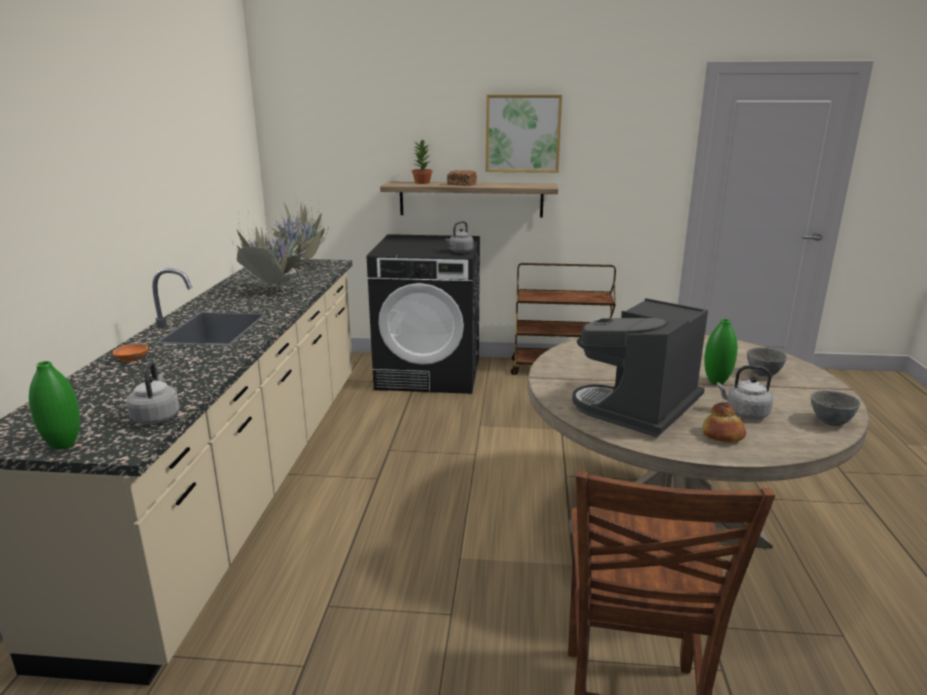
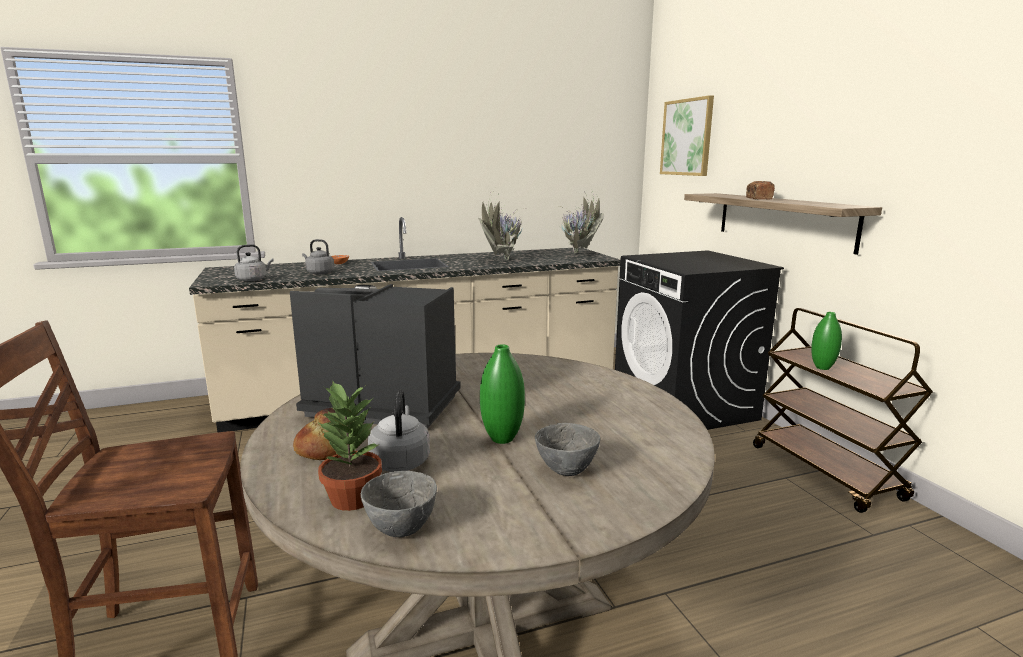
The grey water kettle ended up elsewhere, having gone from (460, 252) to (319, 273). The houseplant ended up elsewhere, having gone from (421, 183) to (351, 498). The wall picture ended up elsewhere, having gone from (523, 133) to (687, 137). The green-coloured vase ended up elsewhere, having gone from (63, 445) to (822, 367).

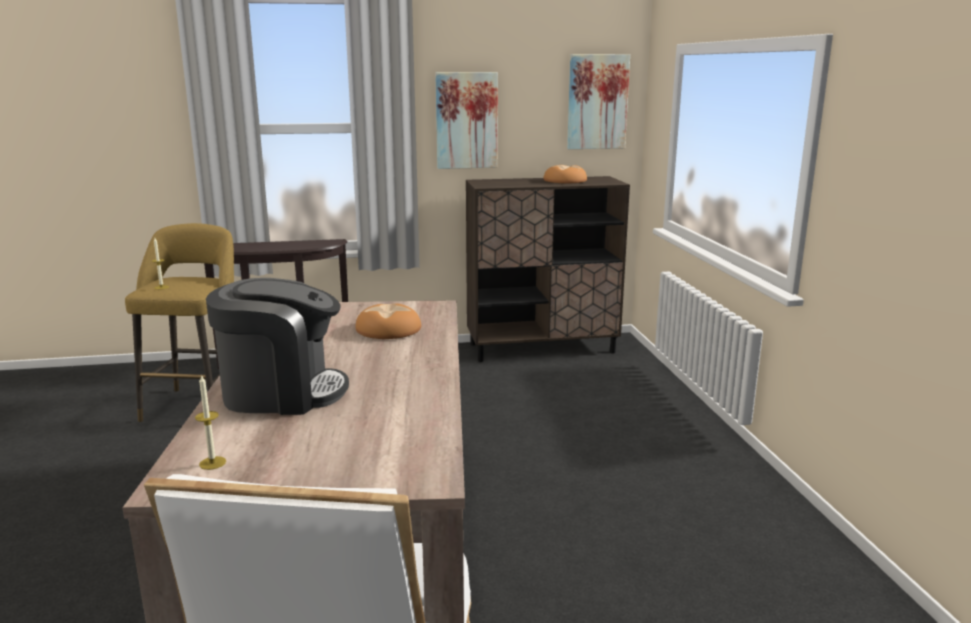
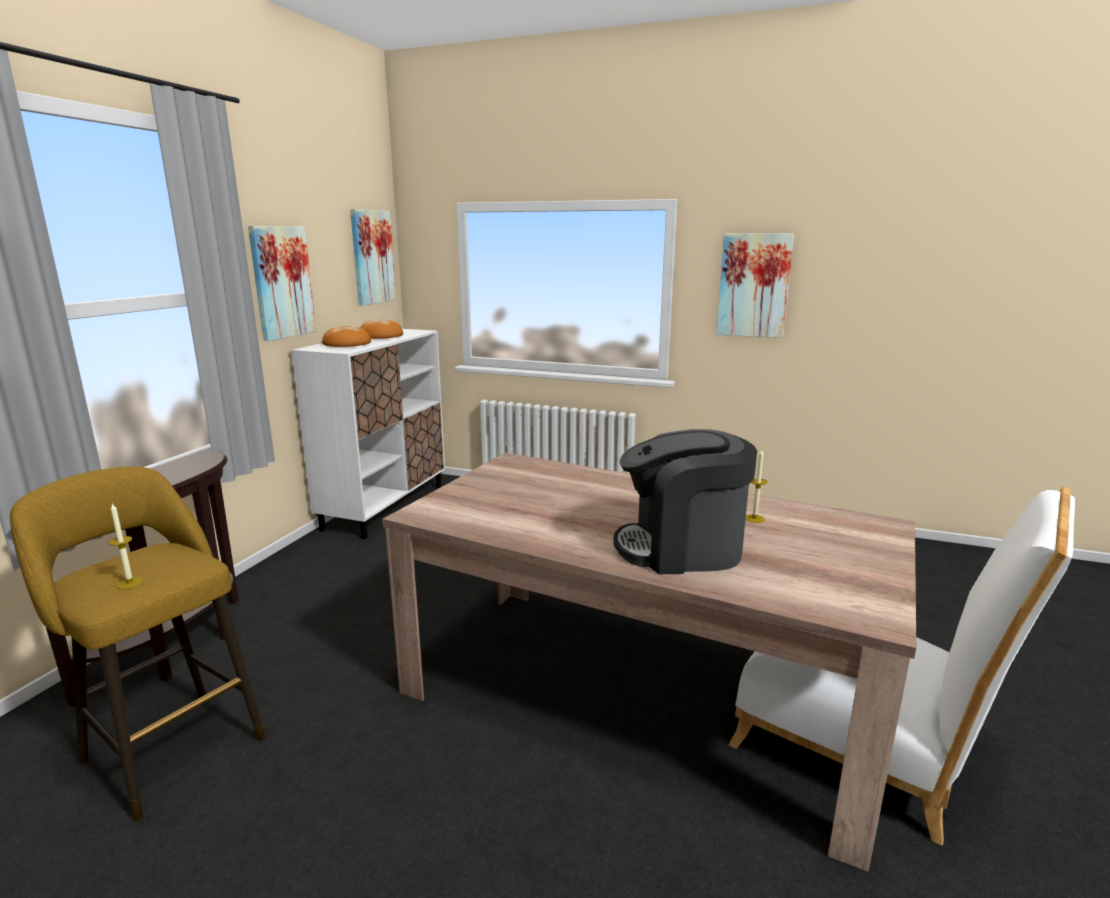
What was the brown cabinet at (542, 348) turned into the white-coloured cabinet at (385, 506). The bakery bread ended up elsewhere, having gone from (389, 329) to (347, 343). The coffee maker at (282, 392) ended up facing another way, 120 degrees counterclockwise from before. The second view gained the wall picture at (754, 285). The candle ended up elsewhere, having gone from (212, 463) to (754, 518).

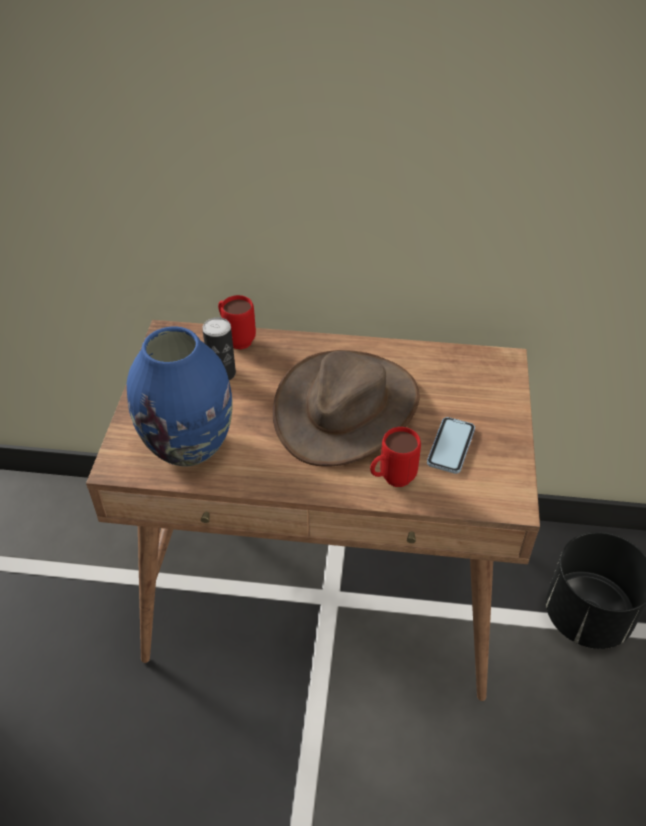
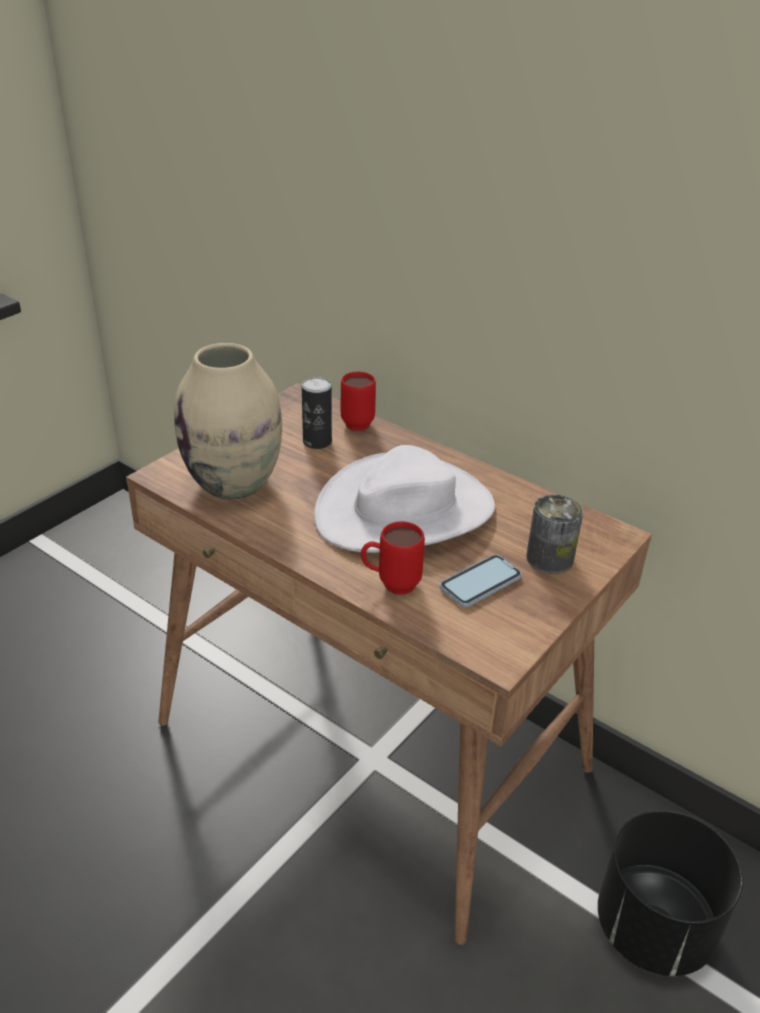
What was the blue vase at (189, 445) turned into the beige-coloured vase at (234, 483). What was the brown hat at (345, 408) turned into the white-coloured hat at (404, 510). The second view gained the metal can at (549, 558).

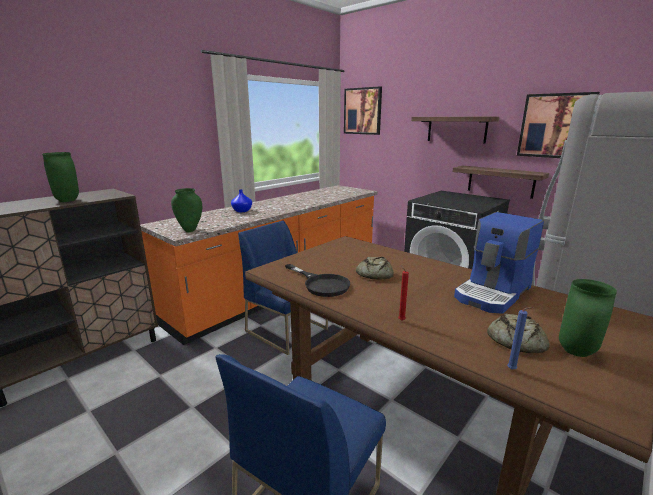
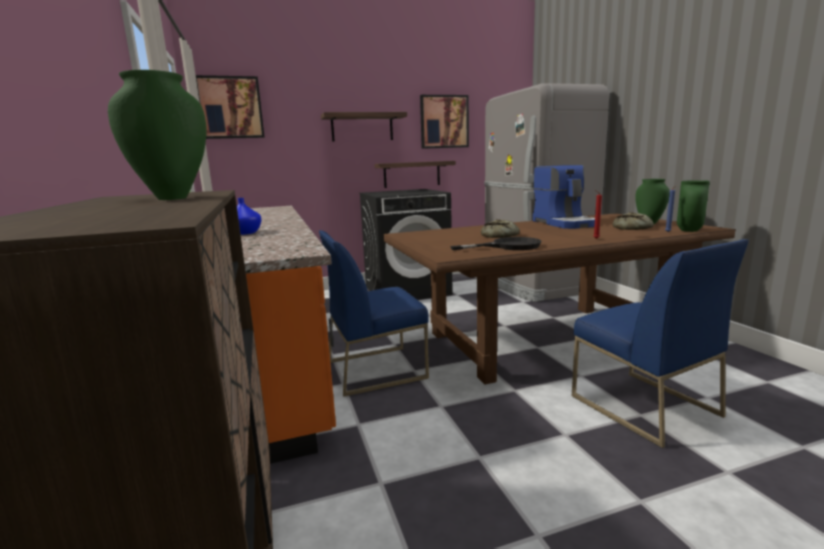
The green-coloured vase ended up elsewhere, having gone from (189, 230) to (690, 230).

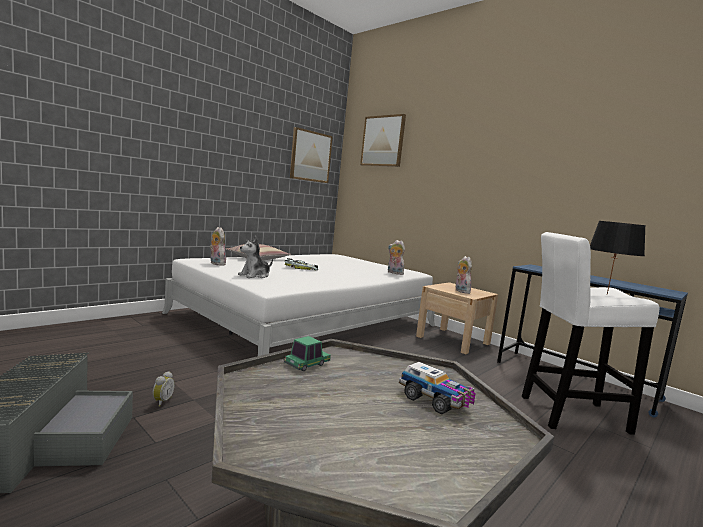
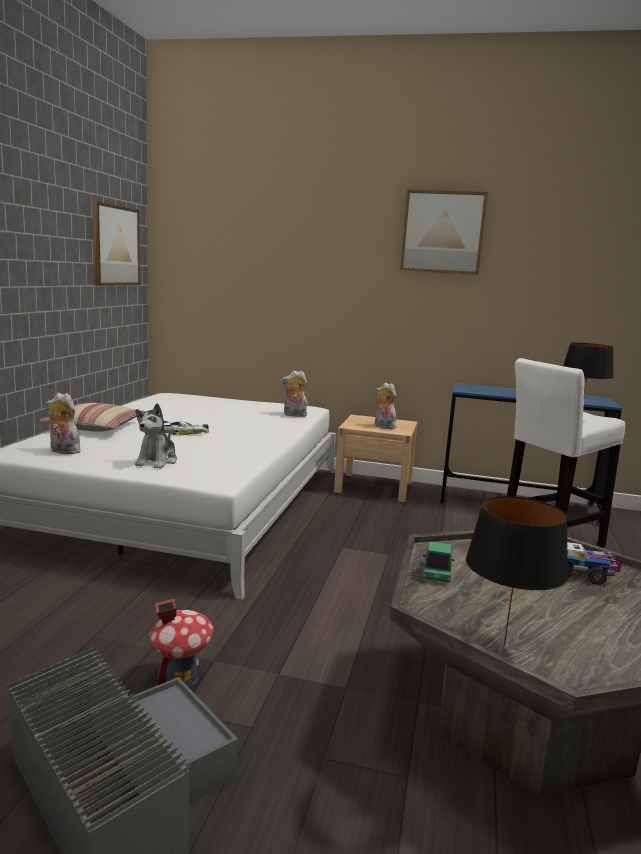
Where the table clock stood at (162, 401), the miniature house came to stand at (181, 678). The wall picture ended up elsewhere, having gone from (383, 141) to (443, 232). The second view gained the blackish lamp for a table at (504, 644).

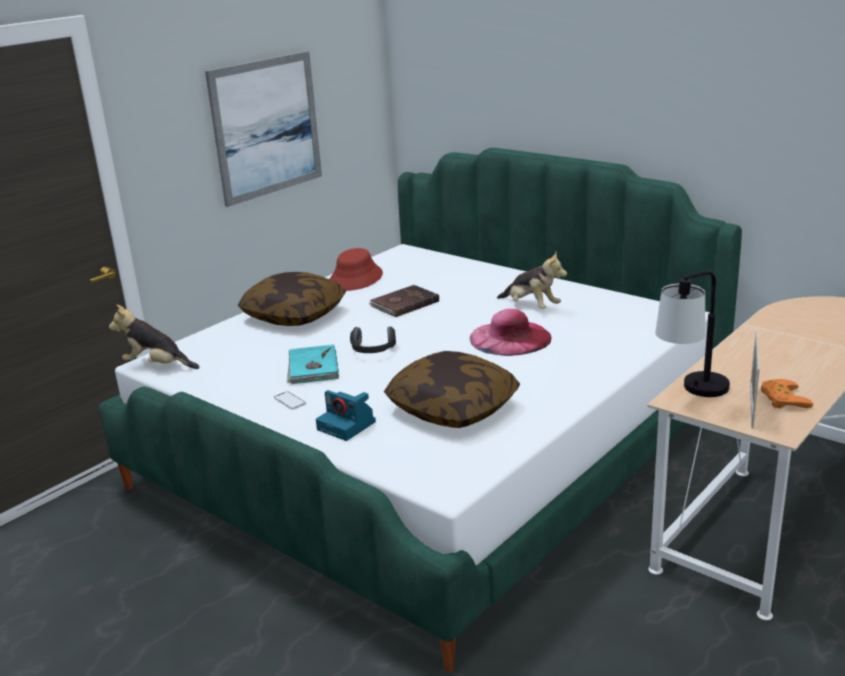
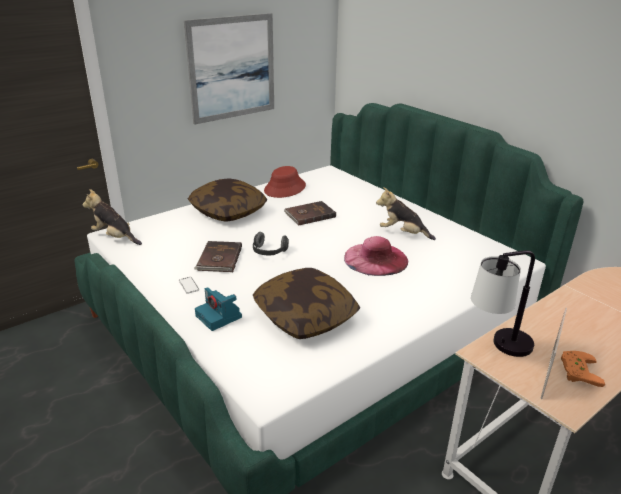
What was the turquoise-coloured book at (312, 368) turned into the brown book at (219, 259). The plush toy at (531, 307) ended up facing another way, 150 degrees clockwise from before.

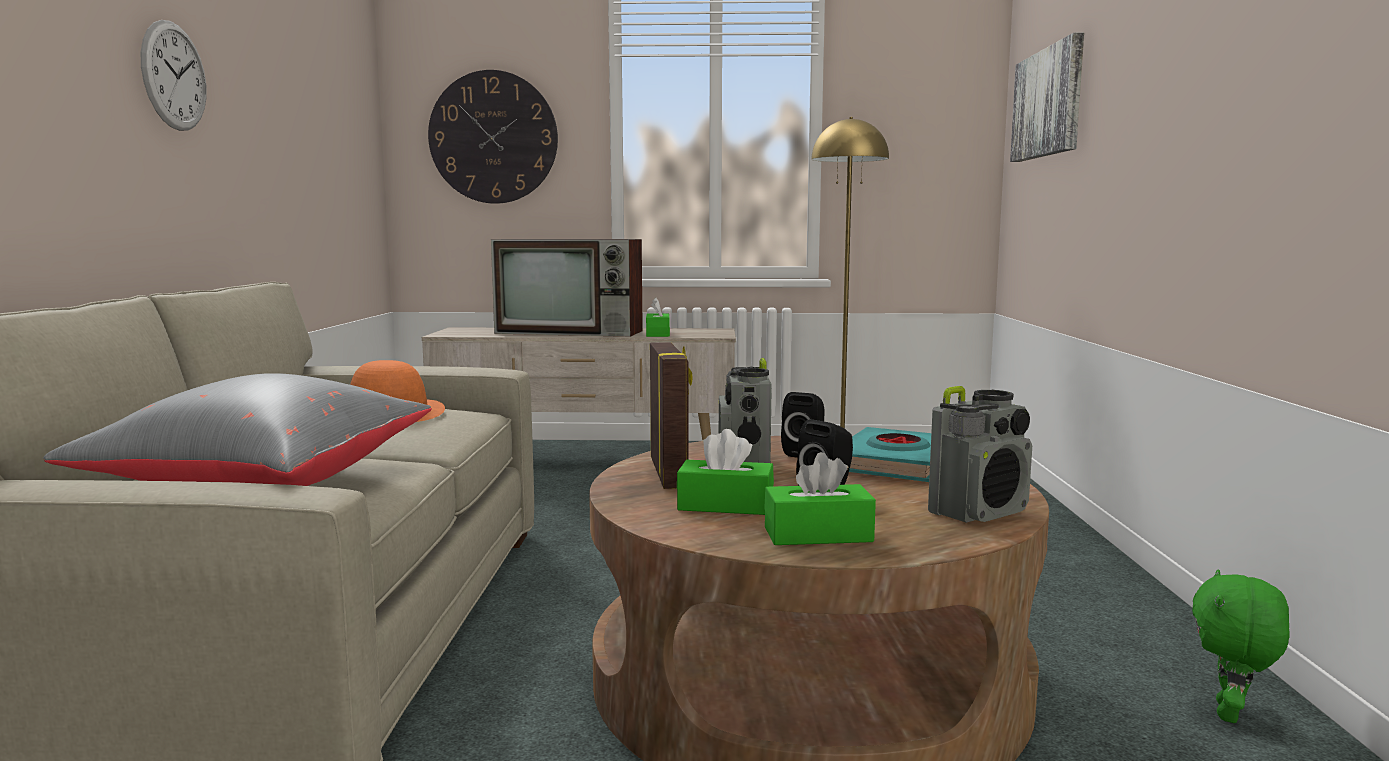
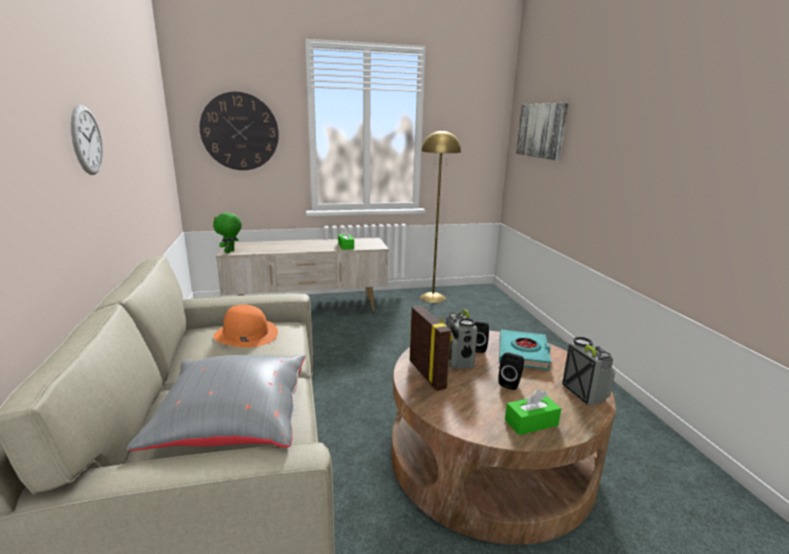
The green-coloured plush toy ended up elsewhere, having gone from (1231, 714) to (230, 251). The radio set at (979, 512) ended up facing another way, 60 degrees counterclockwise from before. The second view lost the TV at (572, 332). The second view lost the green-coloured tissue holder at (725, 505).

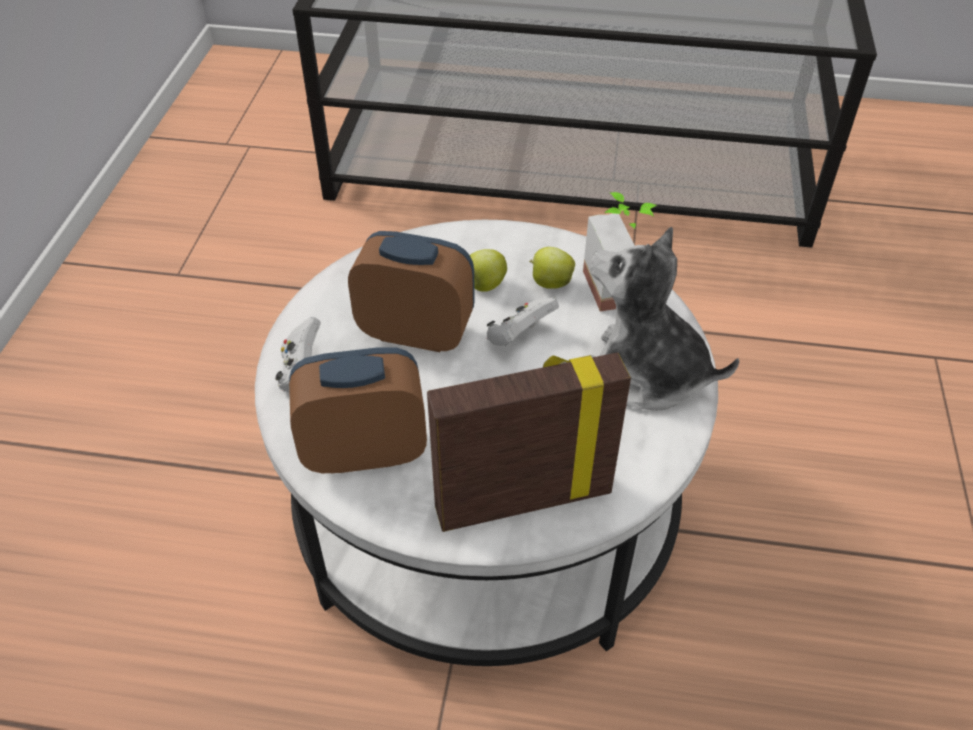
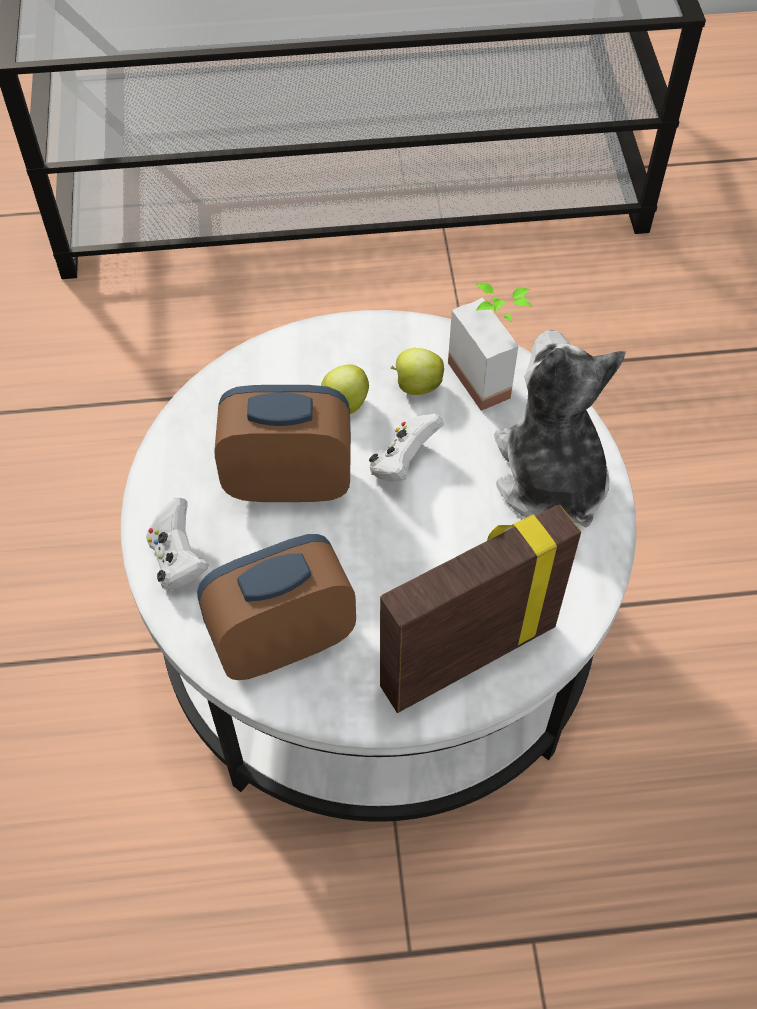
The plush toy at (645, 373) ended up facing another way, 60 degrees clockwise from before.

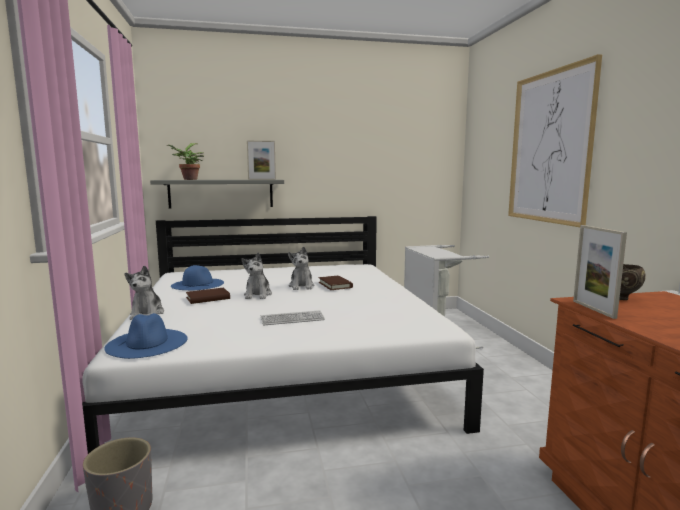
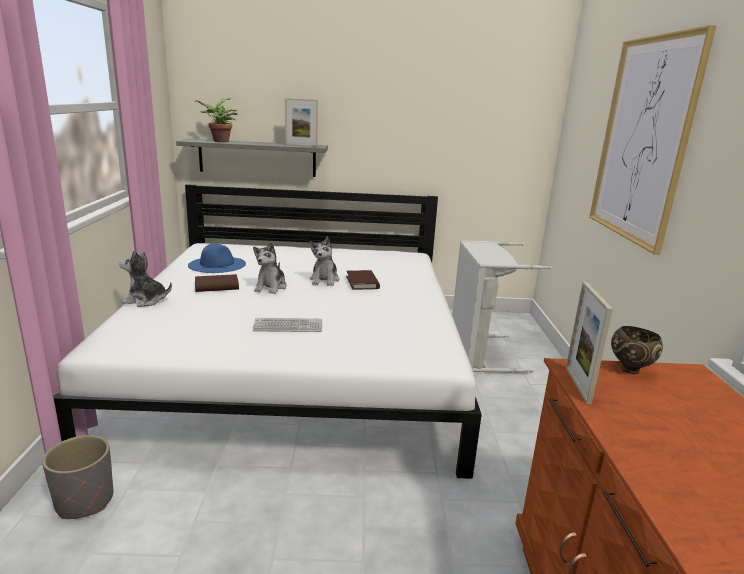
The plush toy at (147, 314) ended up facing another way, 90 degrees clockwise from before. The second view lost the blue hat at (147, 342).

